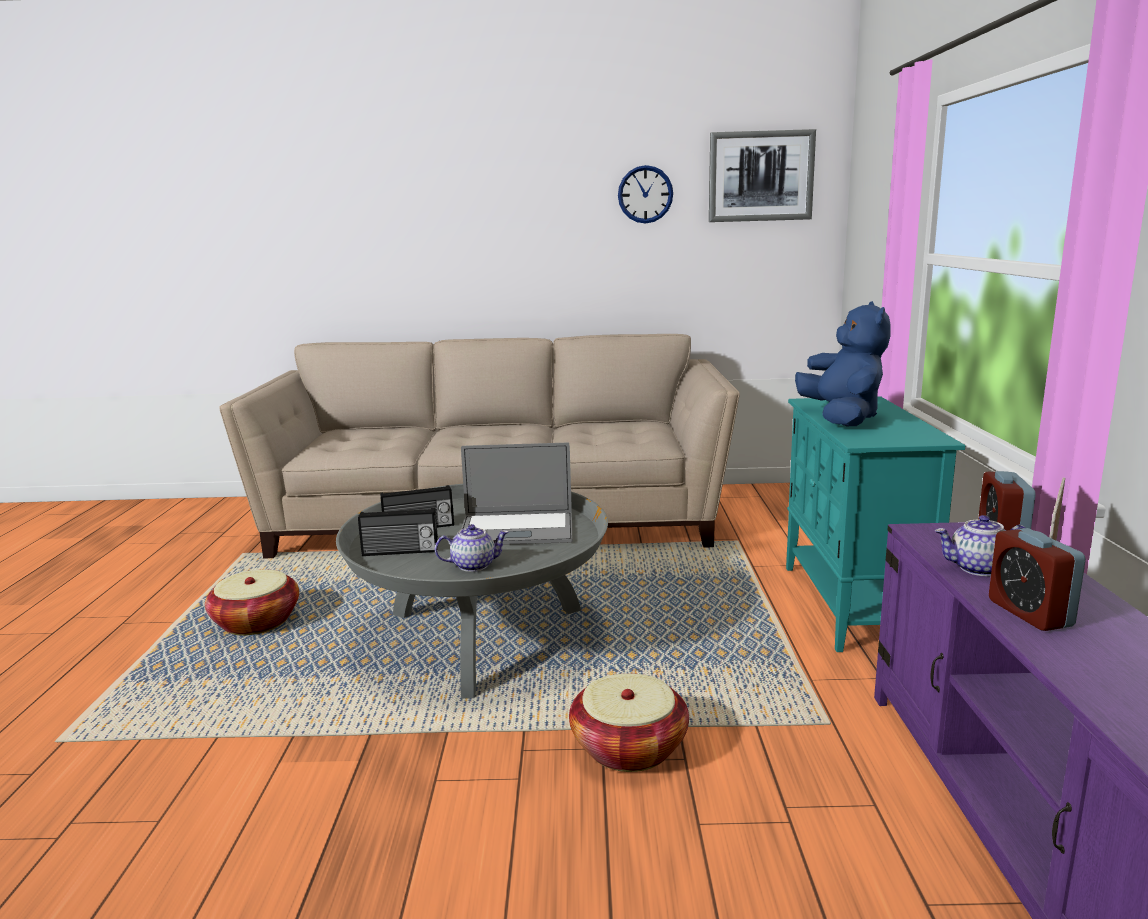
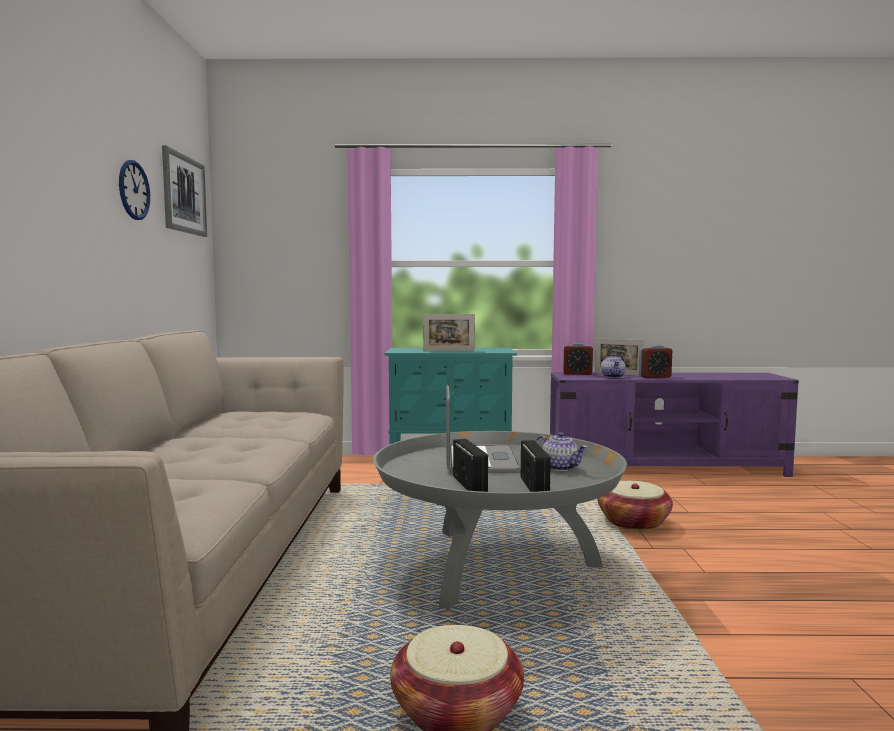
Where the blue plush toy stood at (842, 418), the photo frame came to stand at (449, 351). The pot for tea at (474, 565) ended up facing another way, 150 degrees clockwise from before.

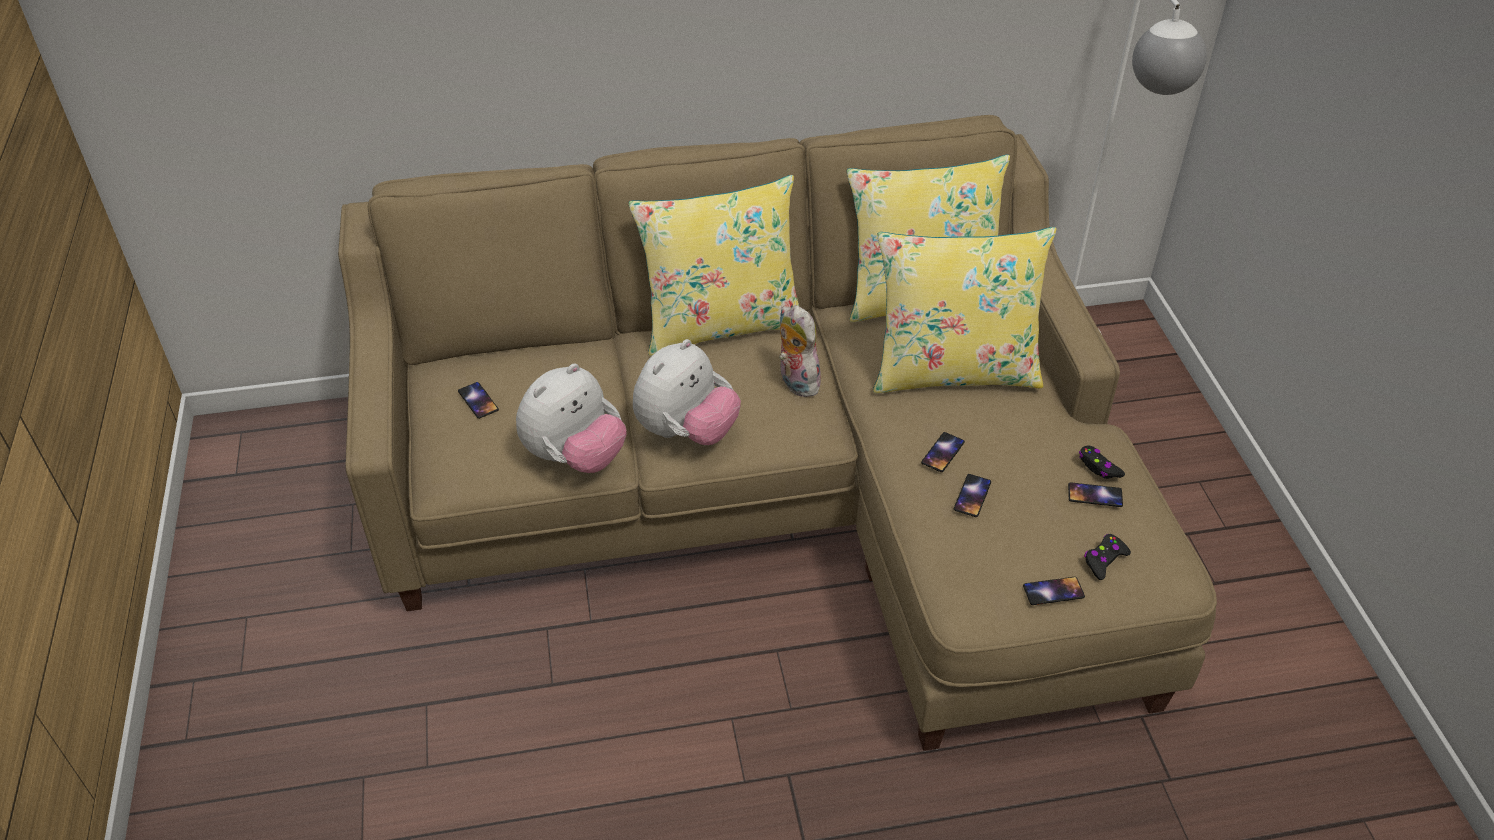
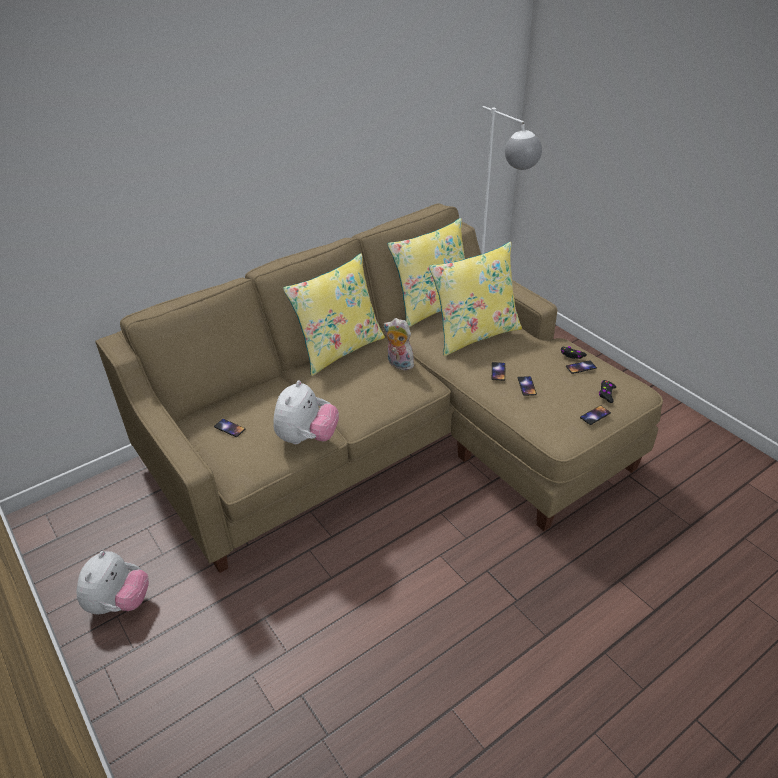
The plush toy ended up elsewhere, having gone from (686, 432) to (119, 603).

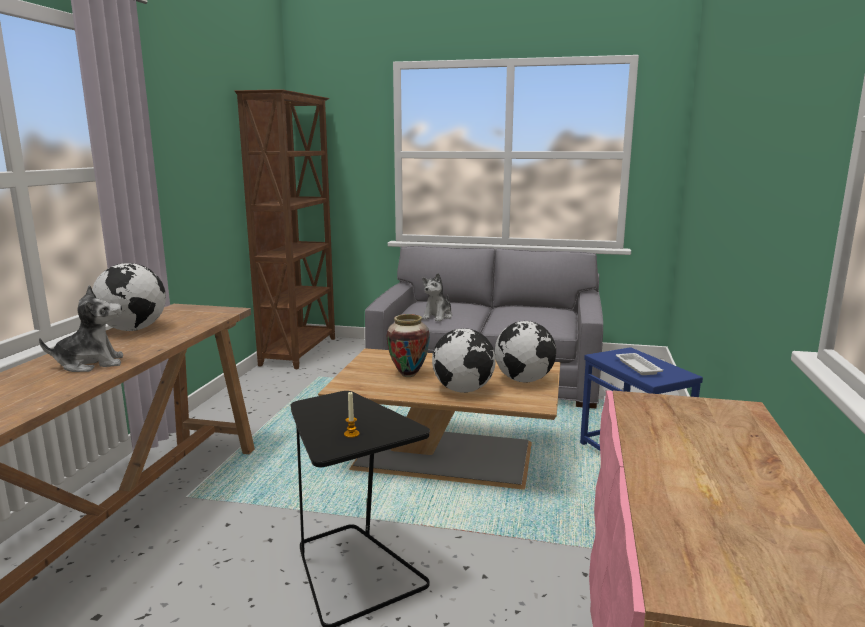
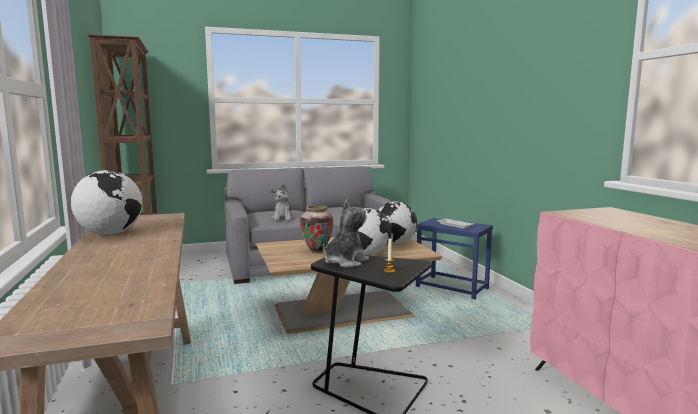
The plush toy ended up elsewhere, having gone from (91, 364) to (345, 262).

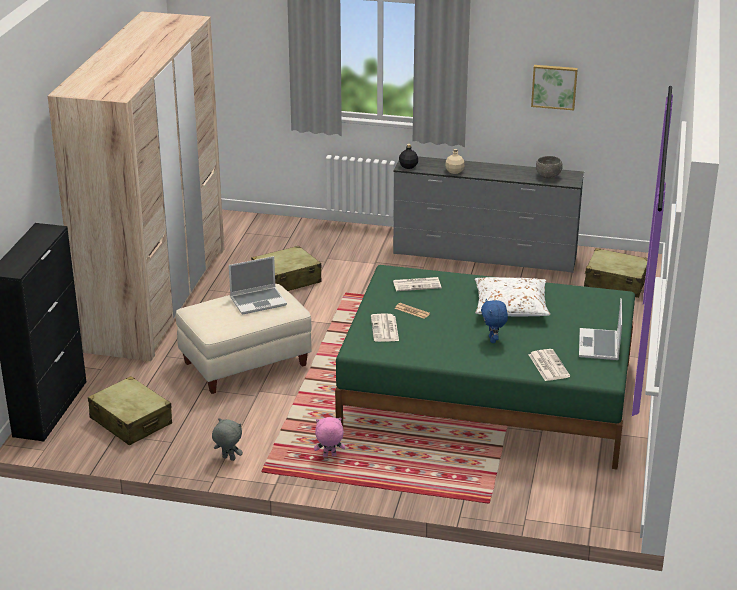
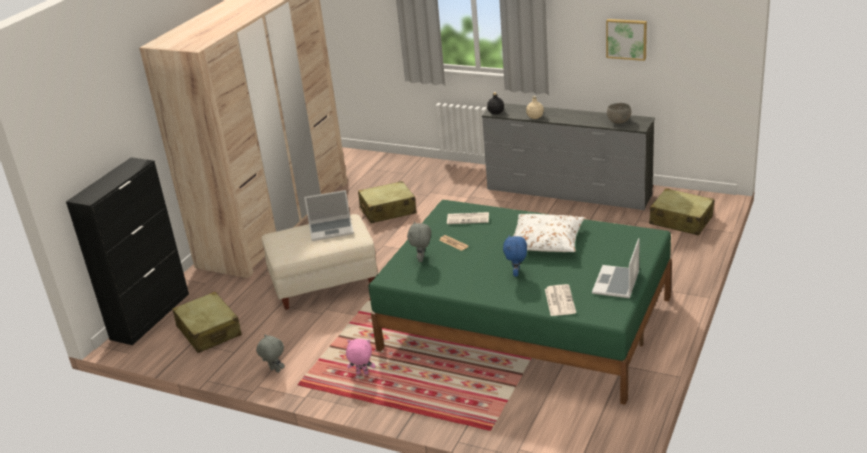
Where the printed paper stood at (385, 329), the grey plush toy came to stand at (422, 259).

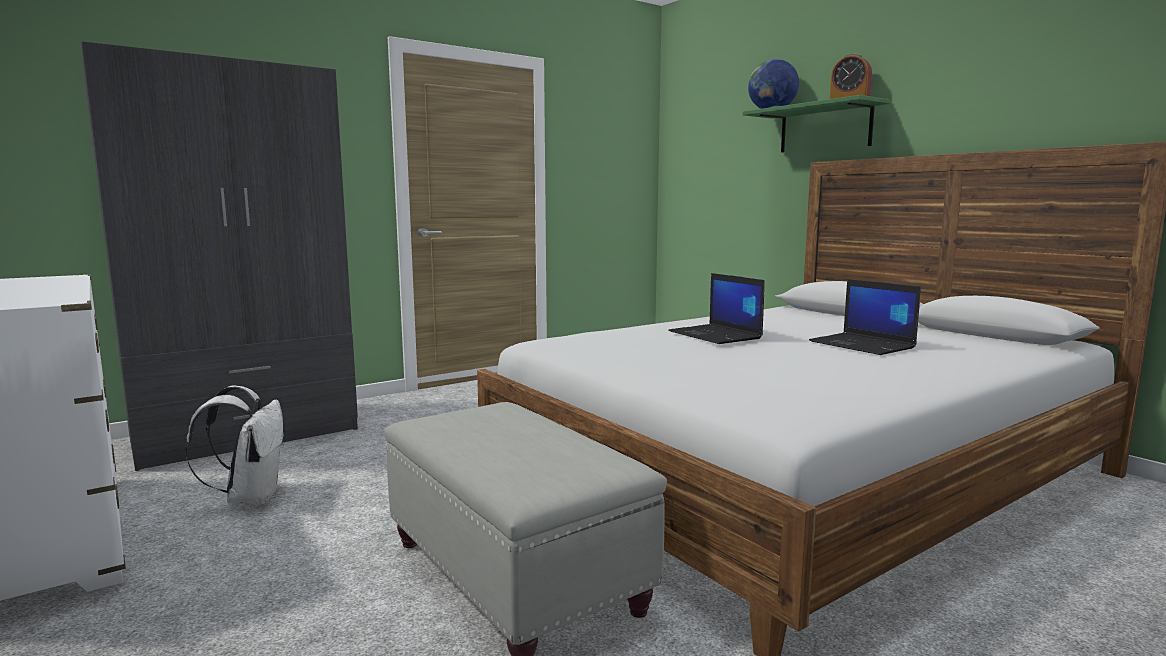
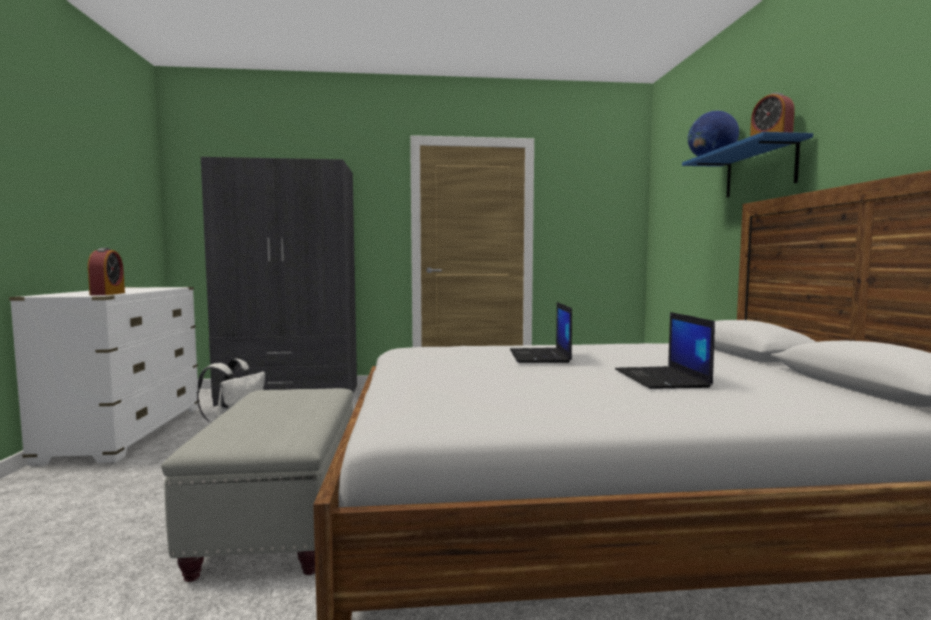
The second view gained the table clock at (107, 294). What was the green-coloured bracket shelf at (825, 128) turned into the blue bracket shelf at (760, 170).

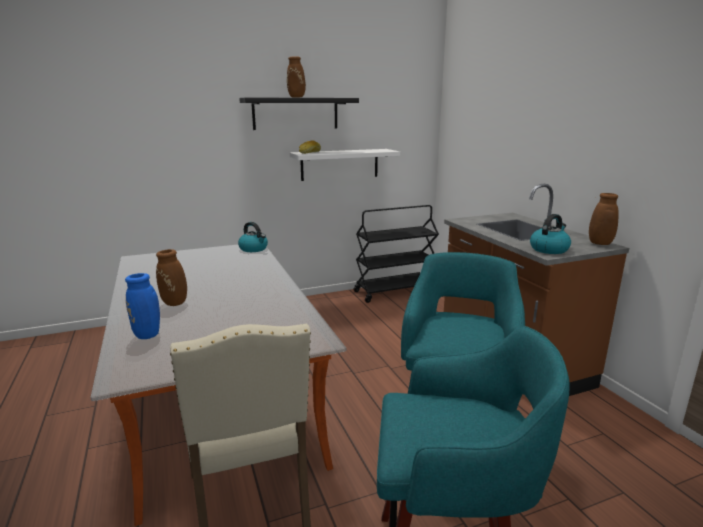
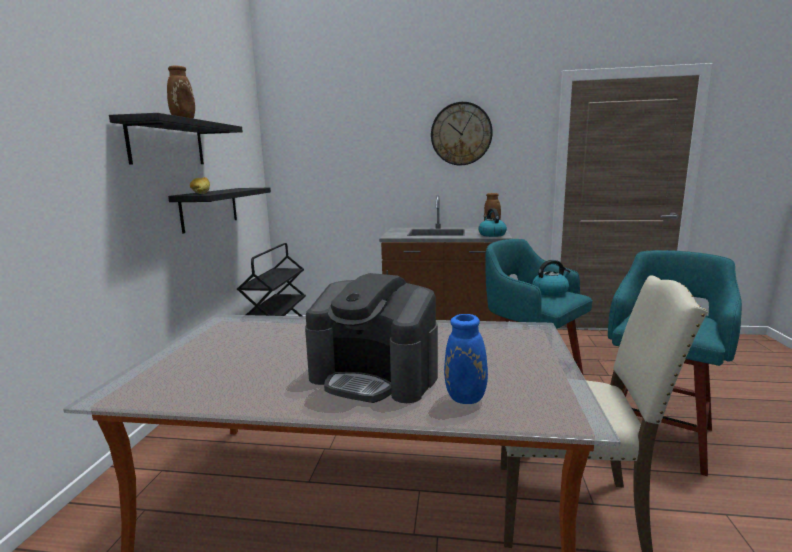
What was the white-coloured bracket shelf at (340, 164) turned into the blackish bracket shelf at (209, 208). Where the brown vase stood at (176, 303), the coffee maker came to stand at (375, 376). The second view gained the clock on the wall at (461, 134). The water kettle ended up elsewhere, having gone from (254, 249) to (550, 292).

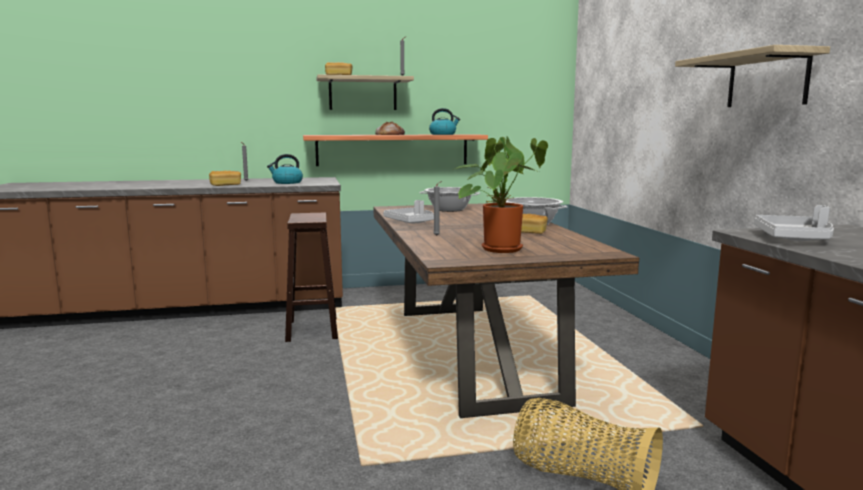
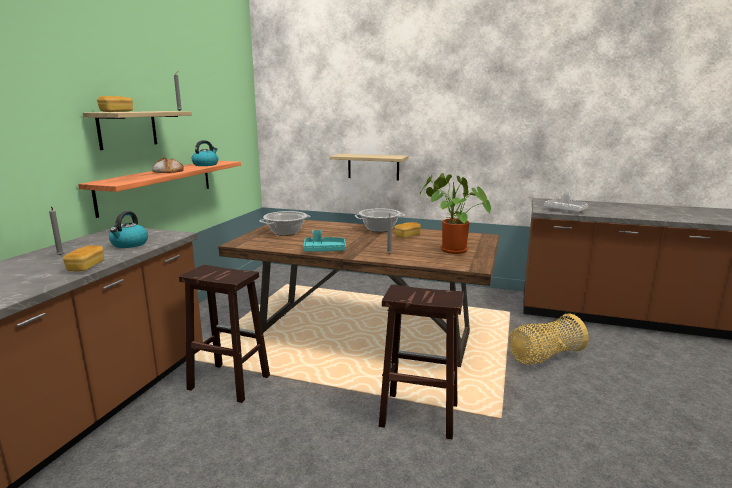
What was the grey carrying tray at (411, 222) turned into the turquoise-coloured carrying tray at (324, 250). The bracket shelf ended up elsewhere, having gone from (767, 80) to (373, 166). The second view gained the brown sitting stool at (417, 415).

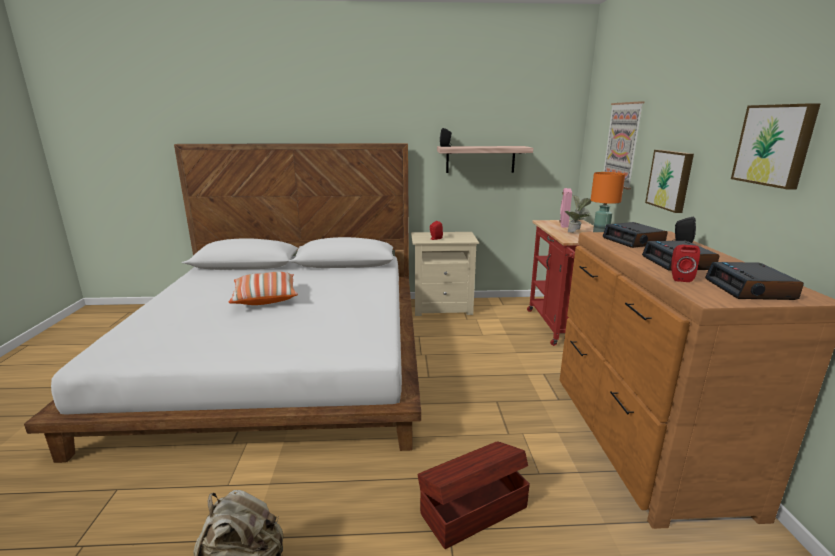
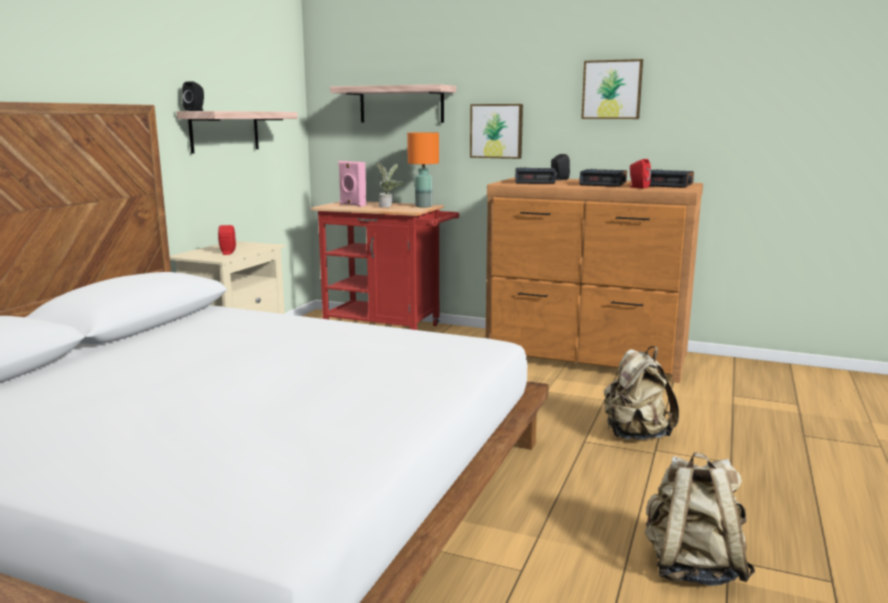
Where the wall picture hung at (622, 145), the bracket shelf came to hang at (401, 104). Where the brown storage bin stood at (472, 509), the beige-coloured backpack came to stand at (635, 435). The second view lost the cushion at (265, 298).

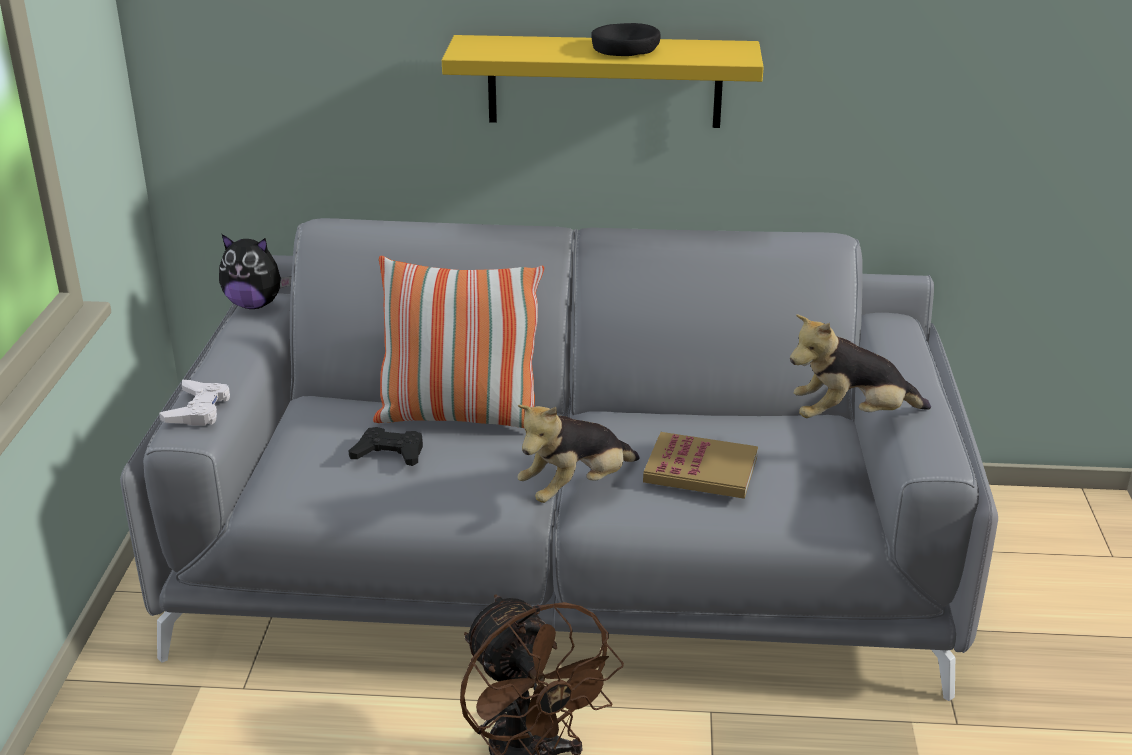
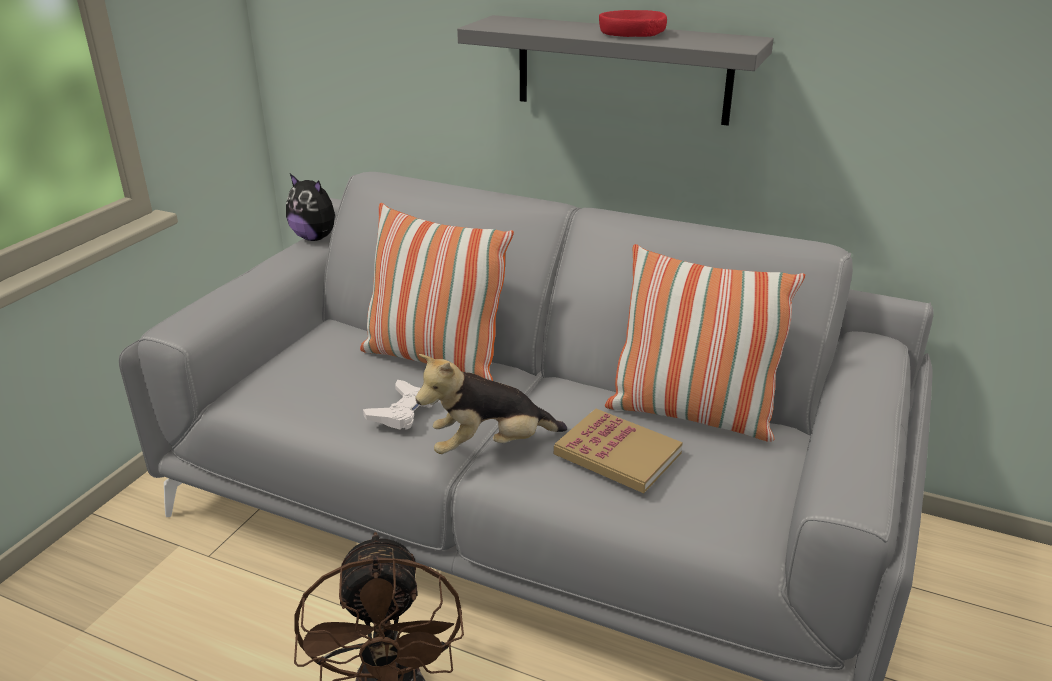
The white-coloured joypad ended up elsewhere, having gone from (198, 409) to (402, 411). What was the yellowish bracket shelf at (604, 81) turned into the grey bracket shelf at (622, 69). What was the blackish bowl at (625, 49) turned into the reddish bowl at (632, 33). The second view gained the cushion at (691, 414). The second view lost the blackish joypad at (389, 453). The second view lost the plush toy at (851, 417).

